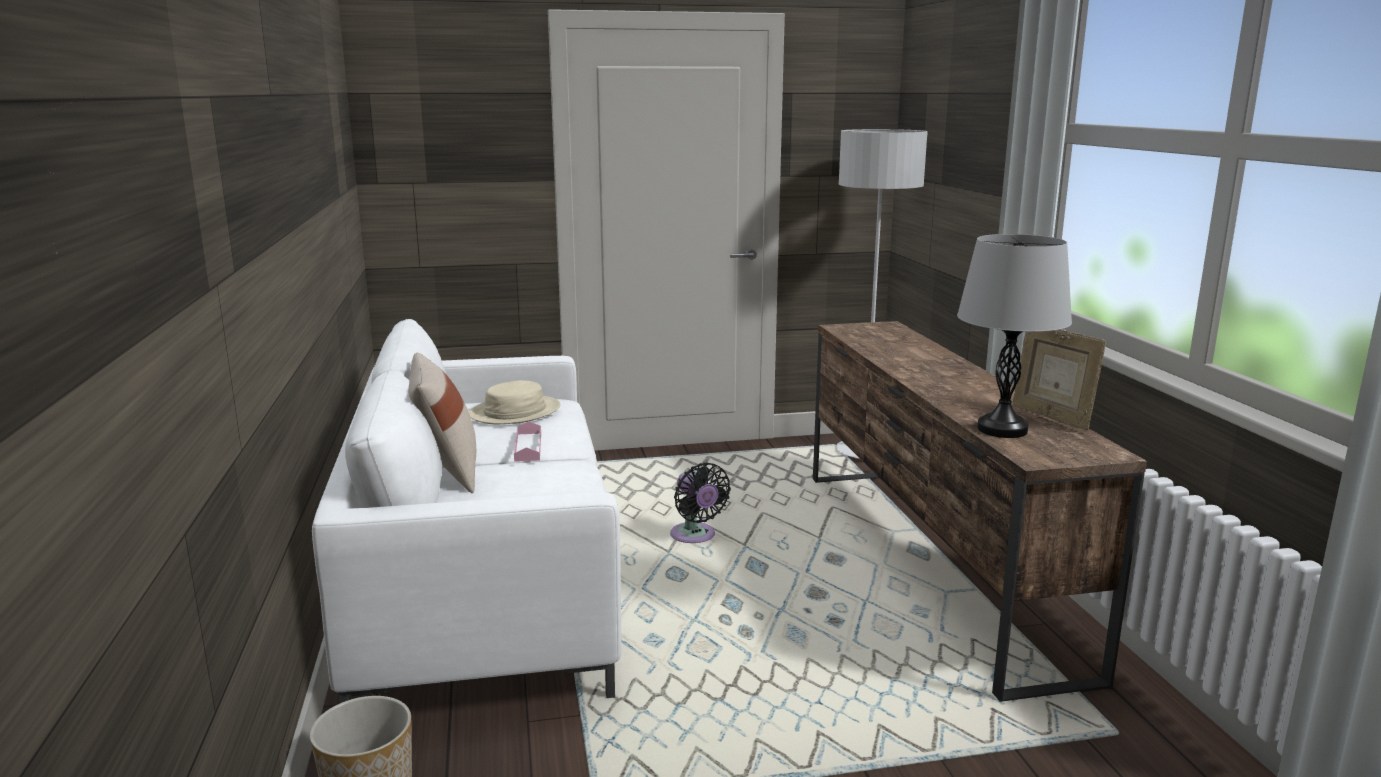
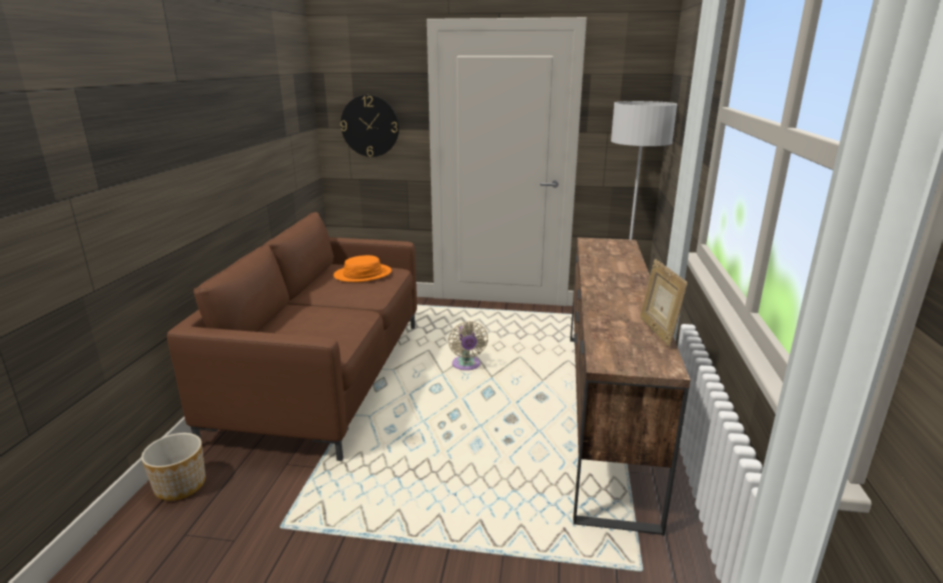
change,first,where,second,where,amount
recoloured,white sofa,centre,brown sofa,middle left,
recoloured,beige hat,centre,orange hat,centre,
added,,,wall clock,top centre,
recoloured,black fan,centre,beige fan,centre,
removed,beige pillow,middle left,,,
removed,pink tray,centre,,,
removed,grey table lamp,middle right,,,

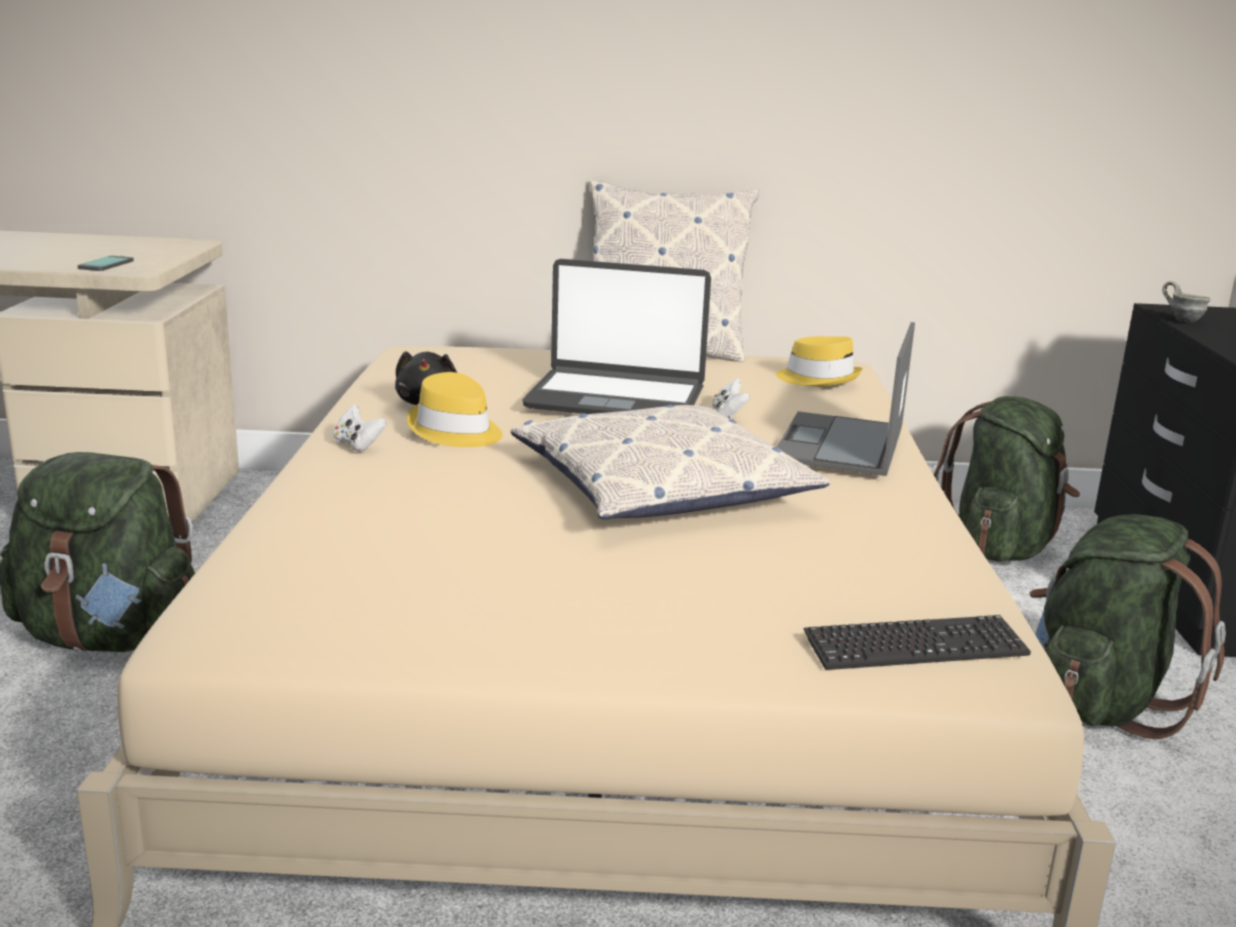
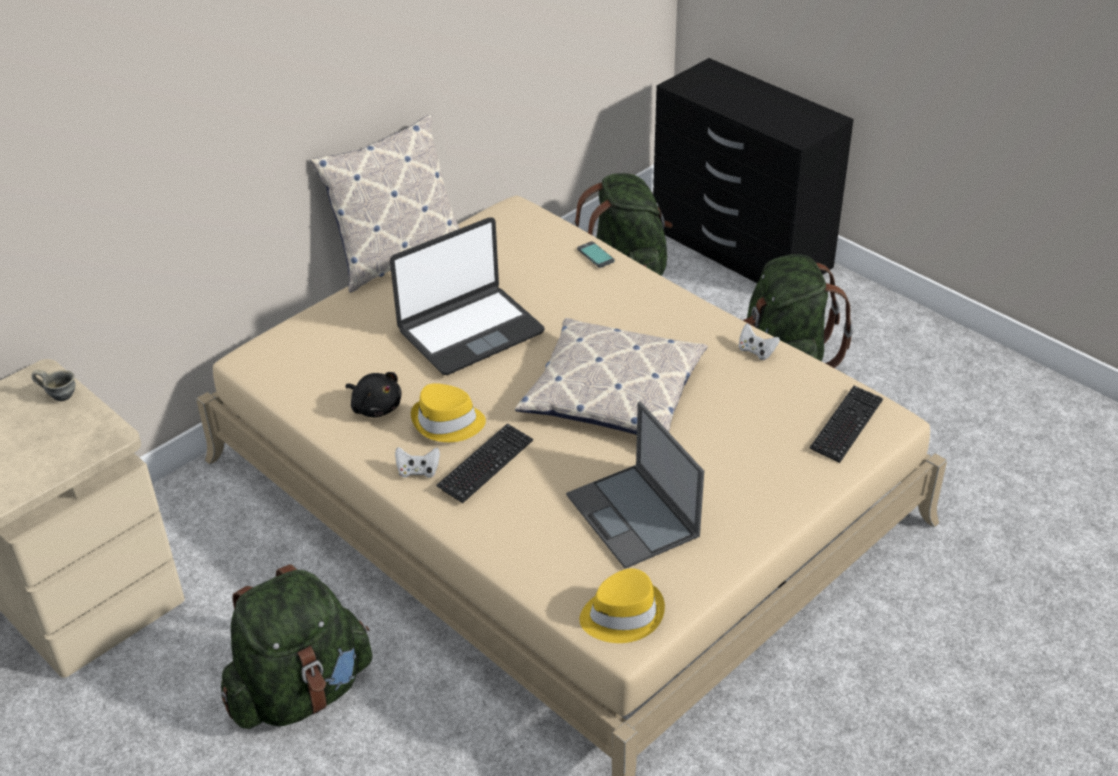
change,first,where,second,where,amount
moved,grey mug,top right,,middle left,
added,,,keyboard (1st from left),centre,
moved,laptop (2nd from left),middle right,,centre,
moved,phone,top left,,top centre,
moved,yellow hat (2nd from left),centre,,bottom centre,
moved,white game controller (2nd from left),centre,,middle right,

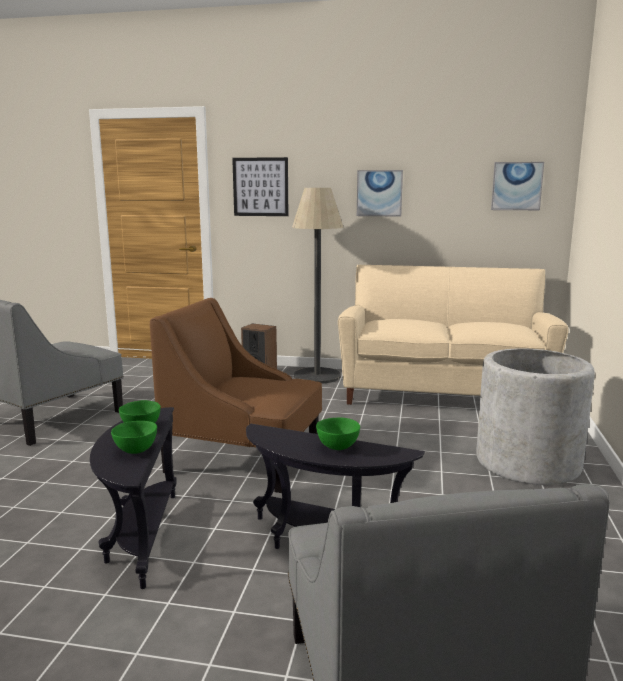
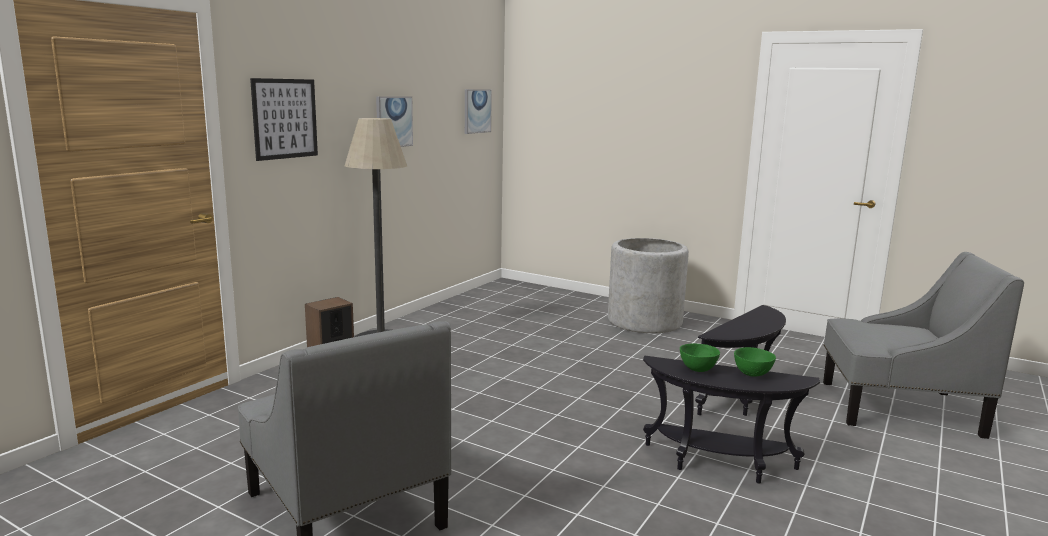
change,first,where,second,where,amount
removed,brown armchair,centre,,,
removed,green bowl (3rd from left),centre,,,
removed,beige sofa,middle right,,,

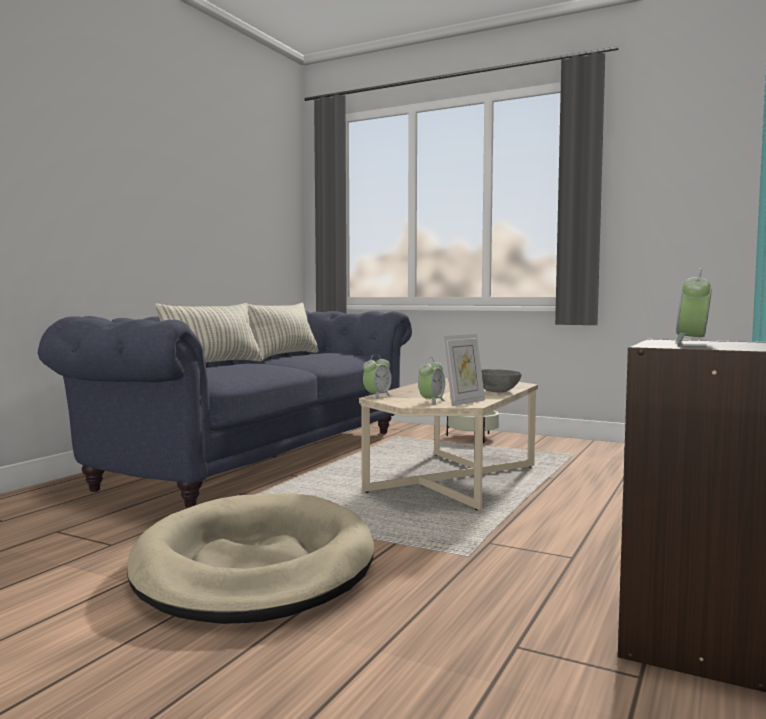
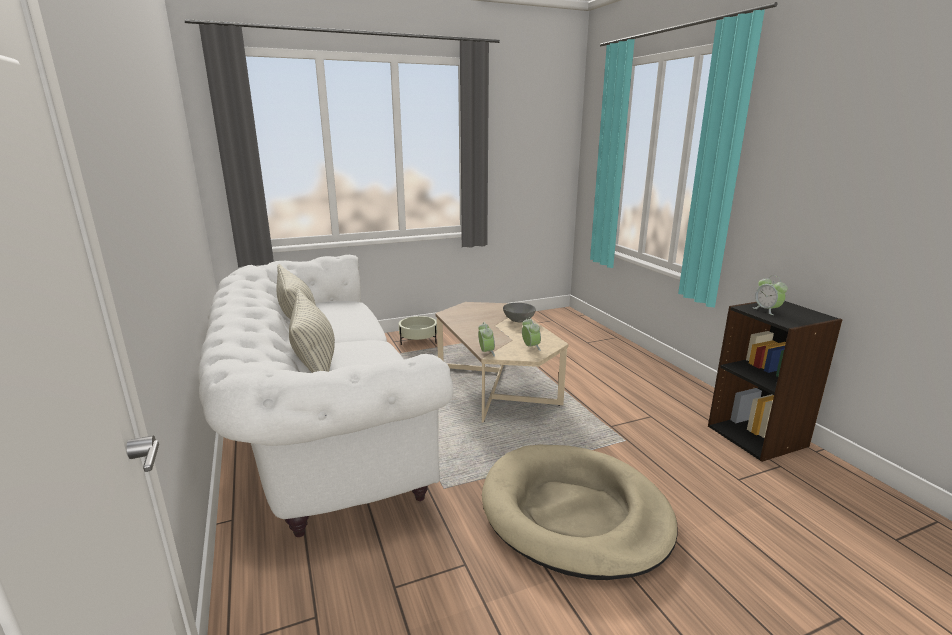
change,first,where,second,where,amount
recoloured,blue sofa,middle left,white sofa,centre,
removed,picture frame,centre,,,

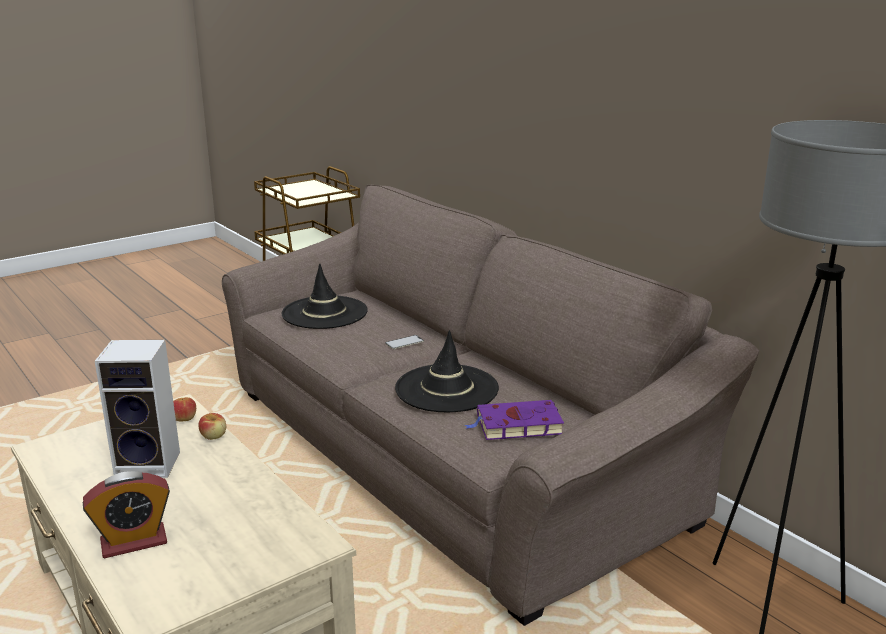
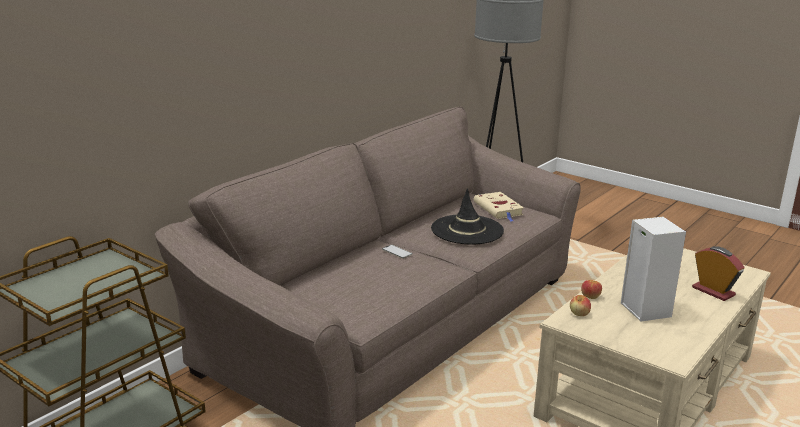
change,first,where,second,where,amount
recoloured,purple book,centre,beige book,centre,
removed,black hat (1st from left),centre,,,

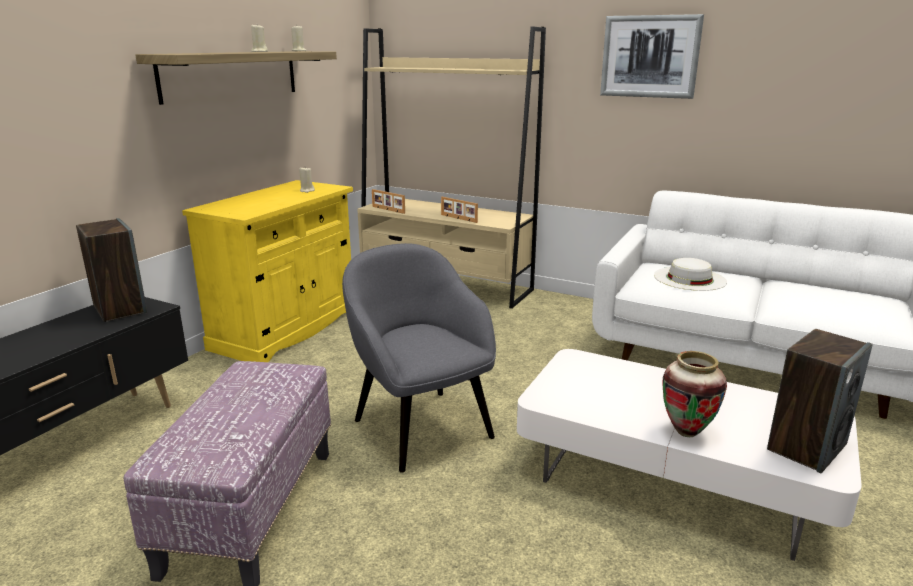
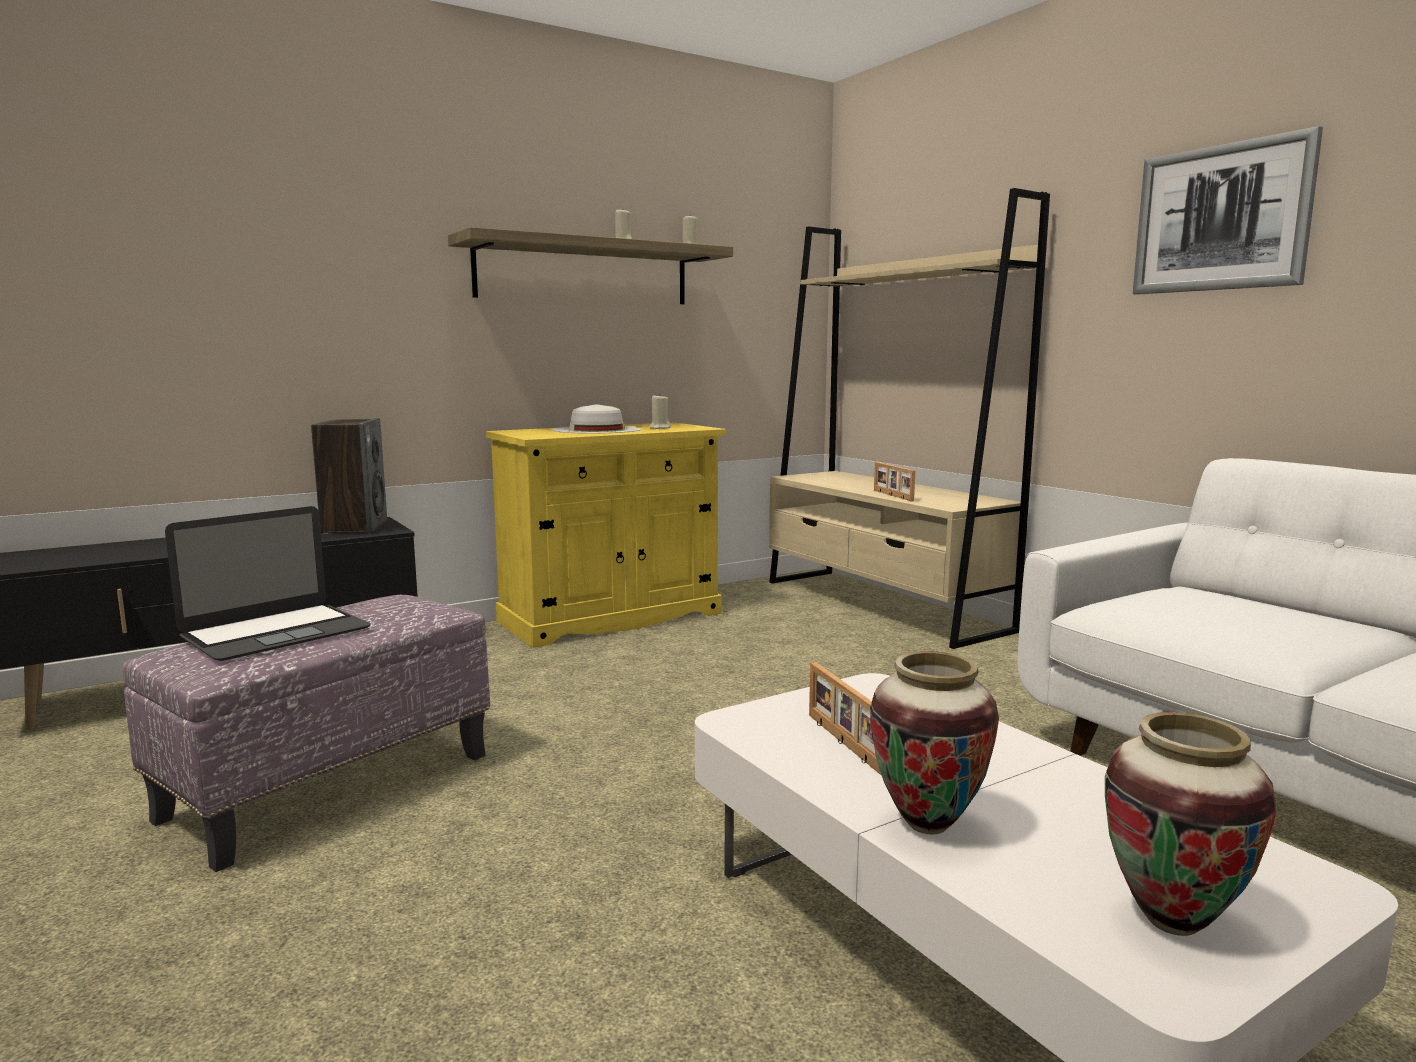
change,first,where,second,where,amount
added,,,laptop,middle left,
moved,white hat,middle right,,centre,
moved,picture frame (1st from left),centre,,bottom centre,
replaced,speaker (2nd from left),bottom right,vase (2nd from left),bottom right,
removed,grey armchair,centre,,,

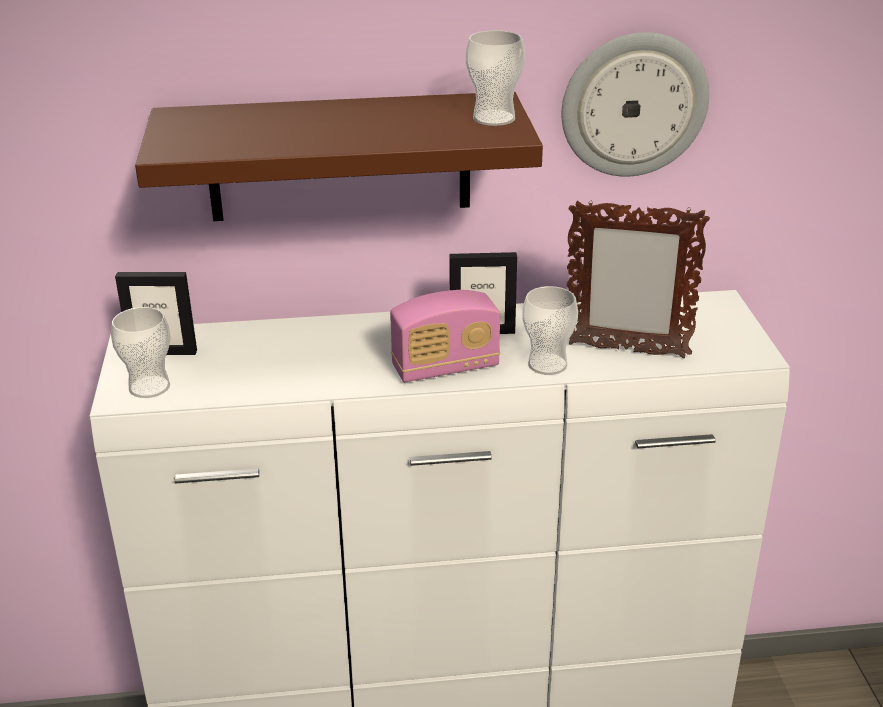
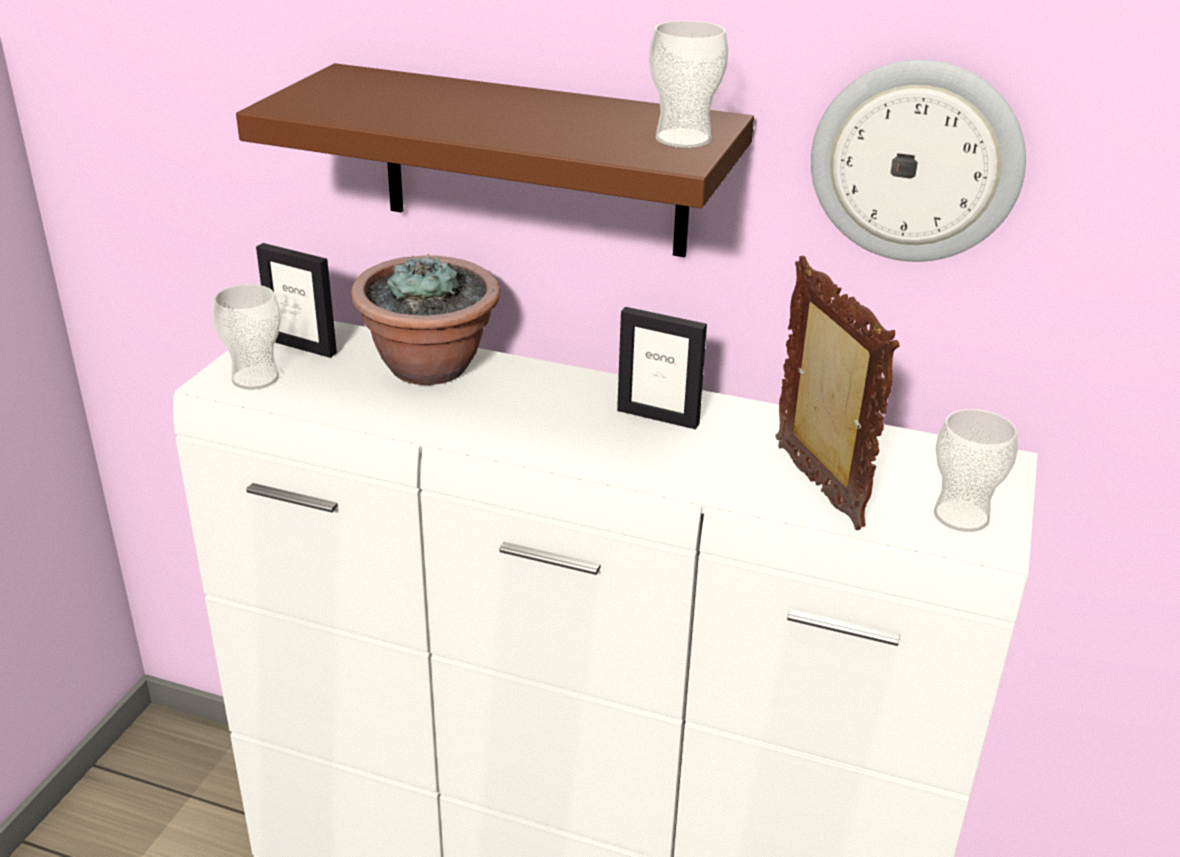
change,first,where,second,where,amount
added,,,potted plant,centre,
turned,picture frame (3rd from left),middle right,,middle right,150 degrees counterclockwise
moved,cup (3rd from left),centre,,middle right,
removed,radio,centre,,,

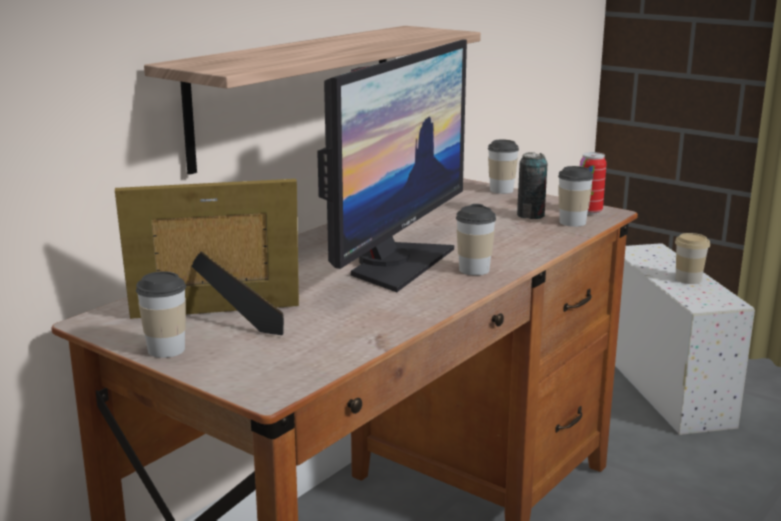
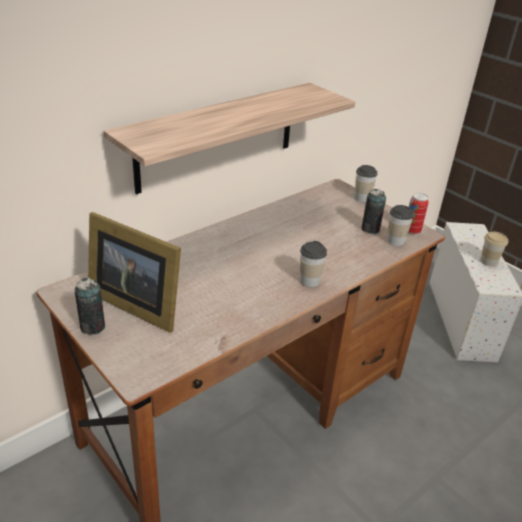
change,first,where,second,where,amount
replaced,cup (1st from left),middle left,can (1st from left),middle left,
turned,picture frame,middle left,,middle left,150 degrees counterclockwise
removed,monitor,top centre,,,

